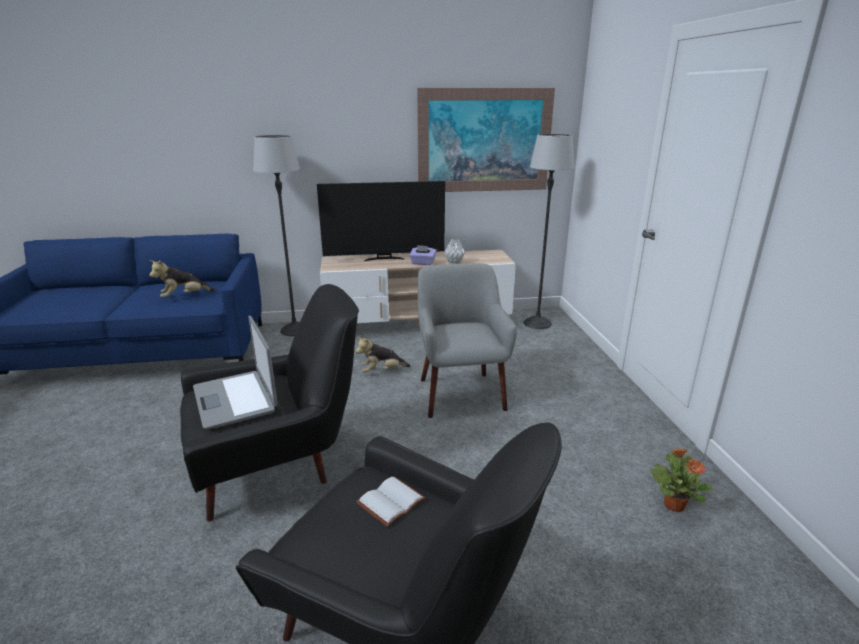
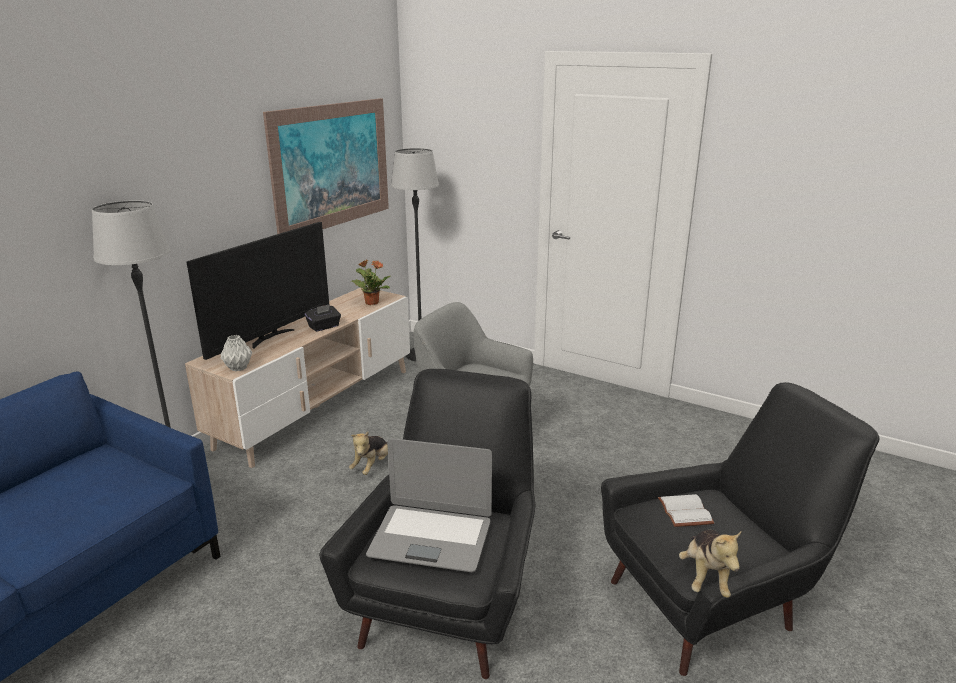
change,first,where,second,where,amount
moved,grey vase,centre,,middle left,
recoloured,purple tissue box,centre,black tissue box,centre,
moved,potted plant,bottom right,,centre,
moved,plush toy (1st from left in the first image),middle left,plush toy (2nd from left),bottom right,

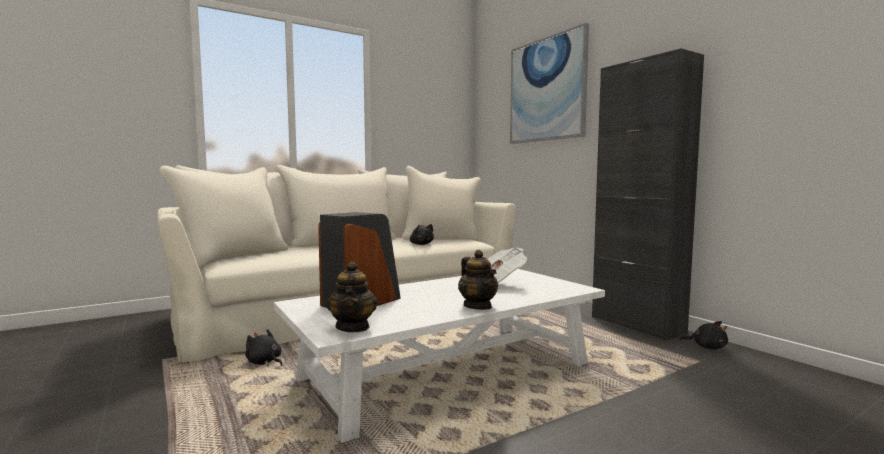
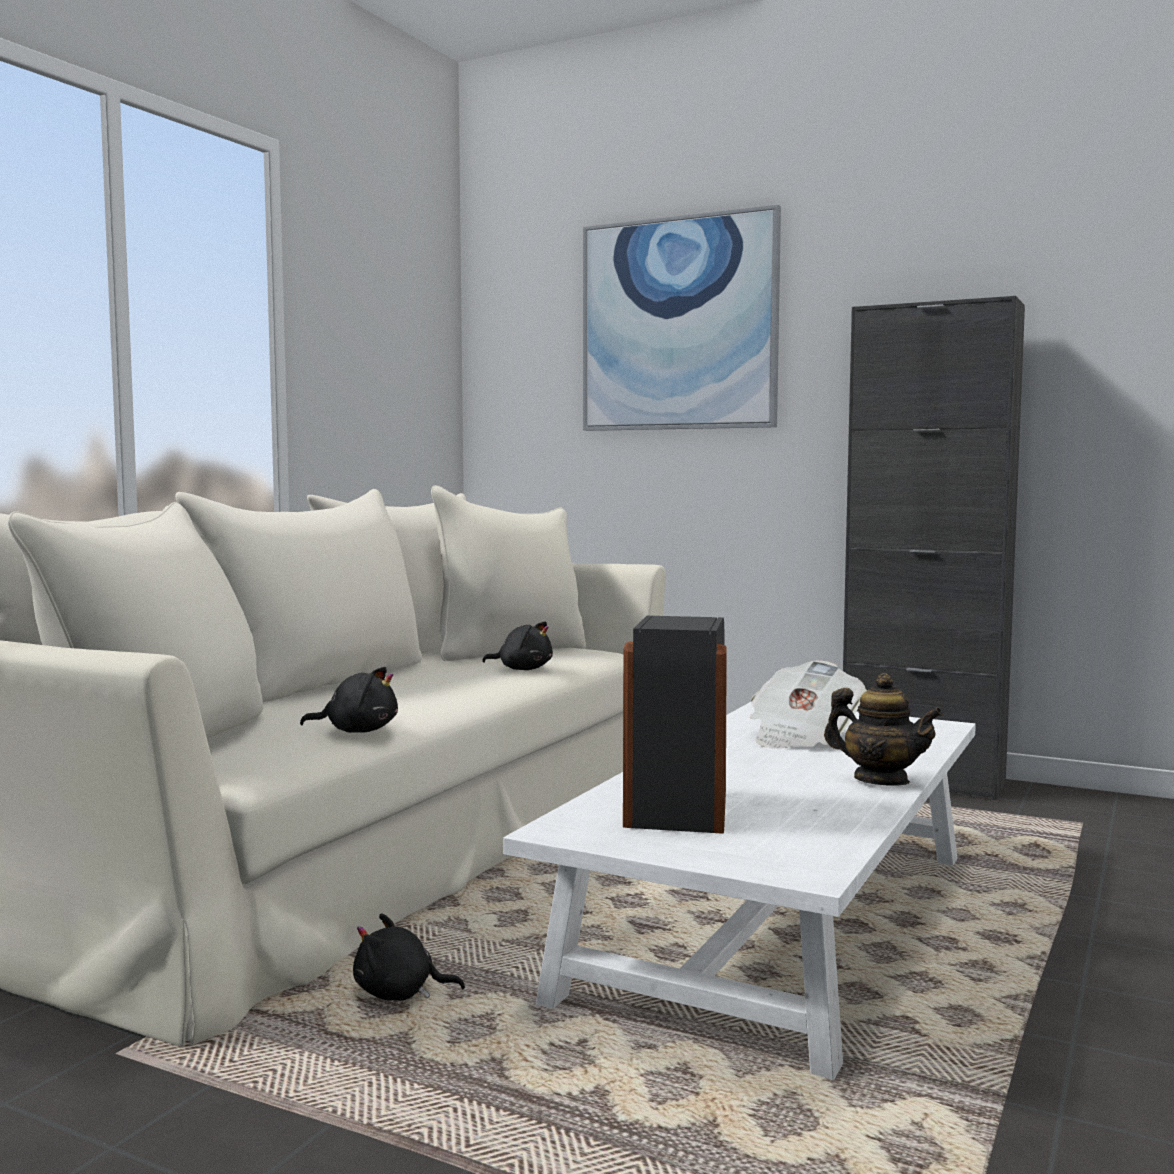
change,first,where,second,where,amount
moved,black plush toy (3rd from left in the first image),bottom right,black plush toy (1st from left),middle left,
removed,teapot (1st from left),centre,,,

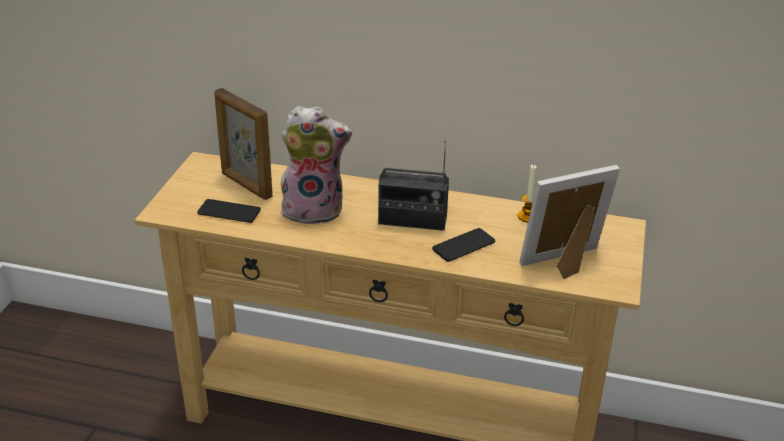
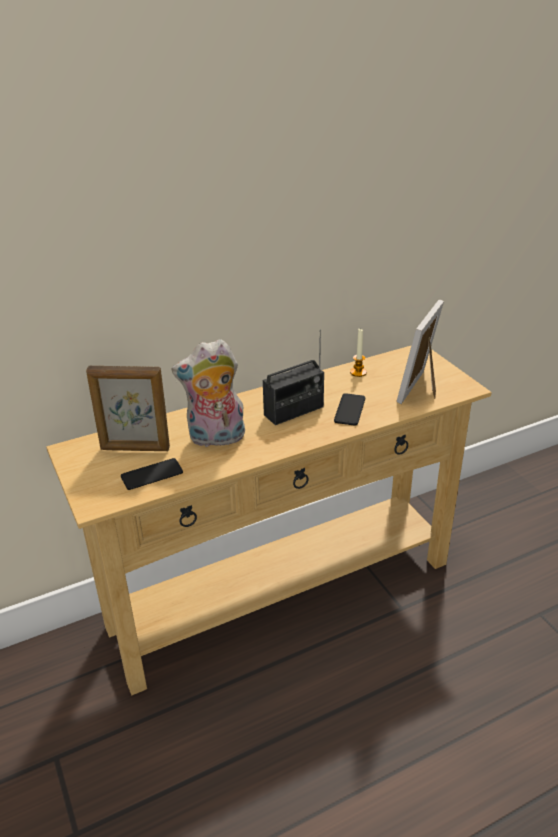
change,first,where,second,where,amount
turned,plush toy,centre,,centre,150 degrees counterclockwise

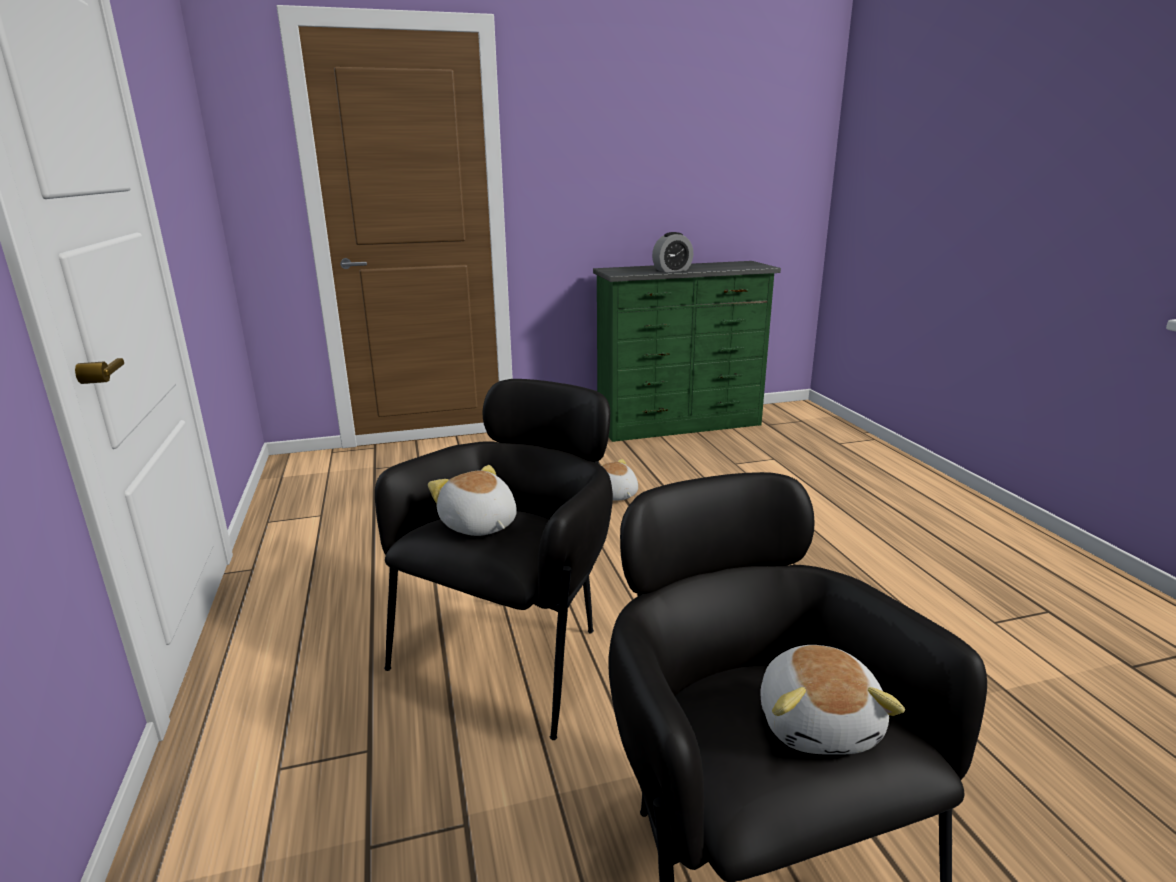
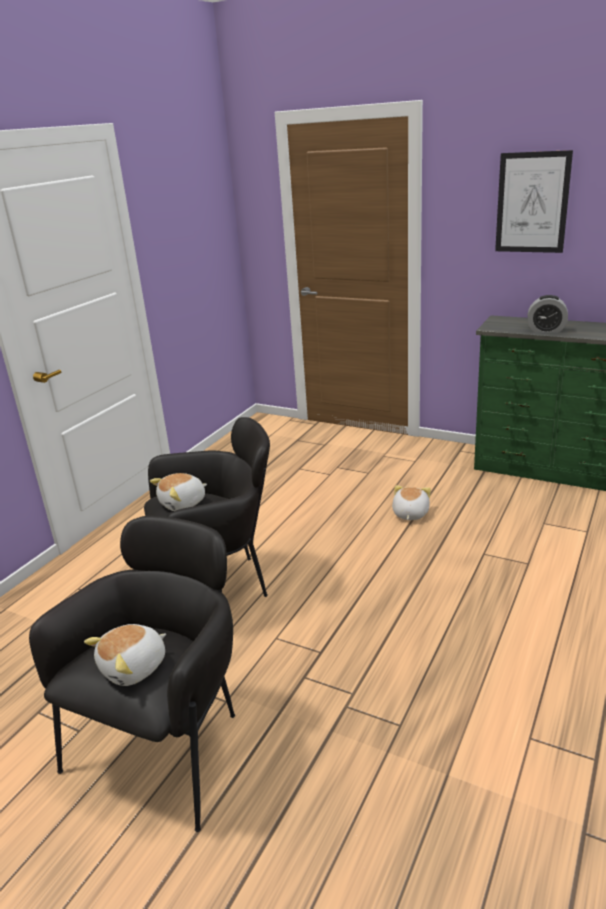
change,first,where,second,where,amount
turned,plush toy (1st from left in the first image),centre,plush toy (2nd from left),middle left,135 degrees counterclockwise
added,,,picture,top right,

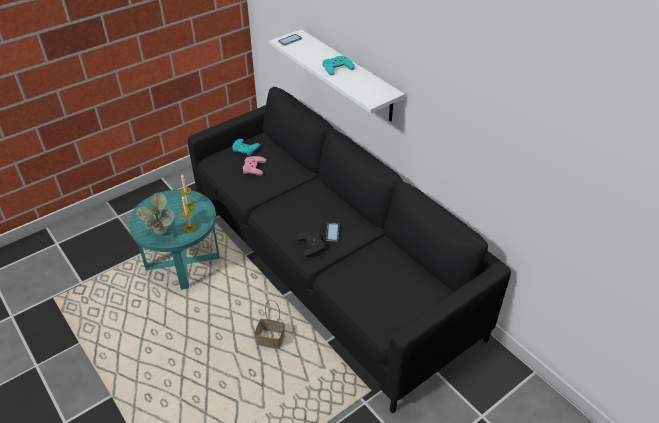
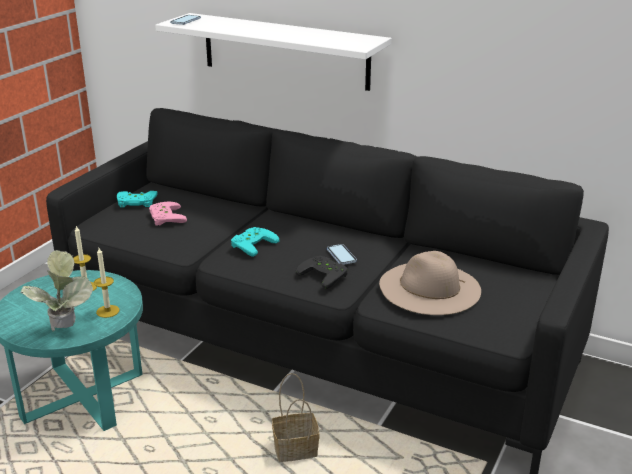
change,first,where,second,where,amount
moved,turquoise game controller (2nd from left),top centre,,centre,
added,,,beige hat,middle right,

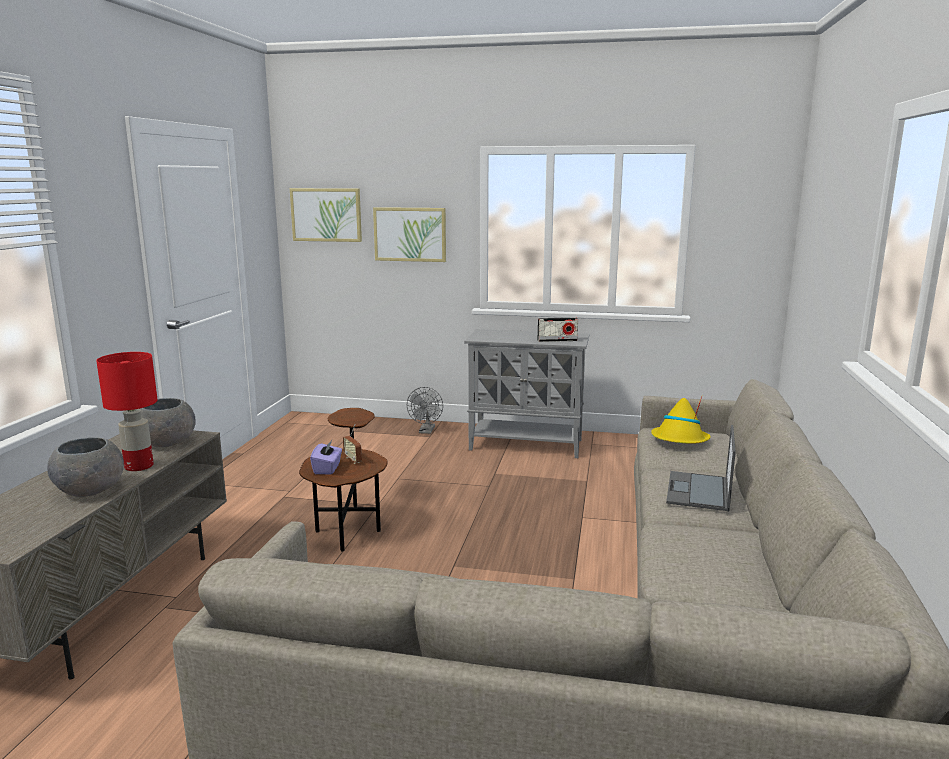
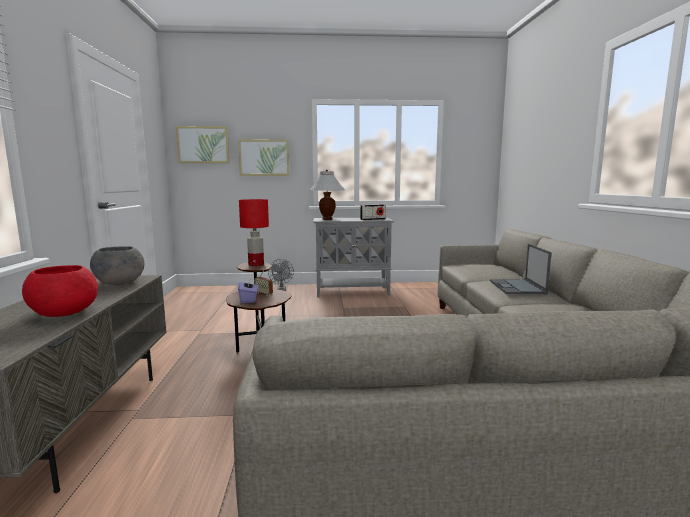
change,first,where,second,where,amount
recoloured,grey bowl (1st from left),middle left,red bowl,middle left,
moved,red table lamp,middle left,,centre,
added,,,white table lamp,centre,
removed,yellow hat,middle right,,,

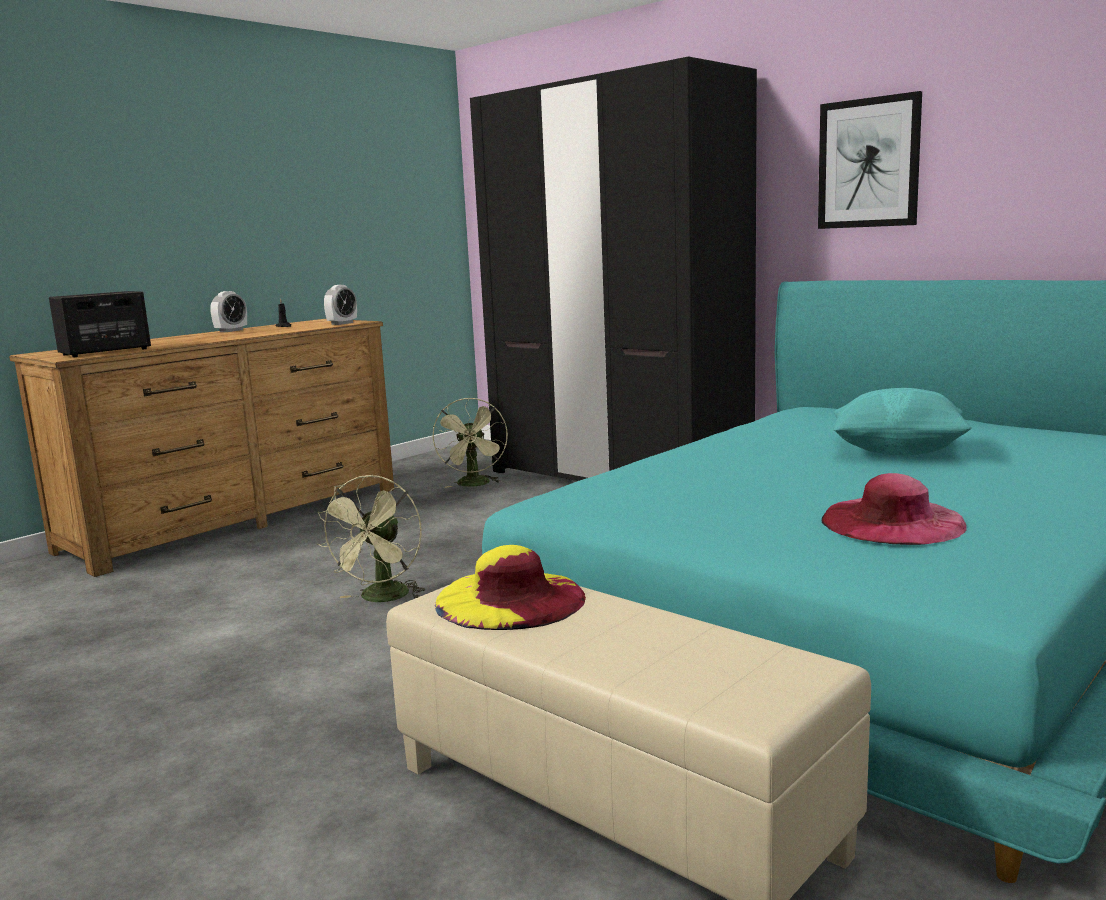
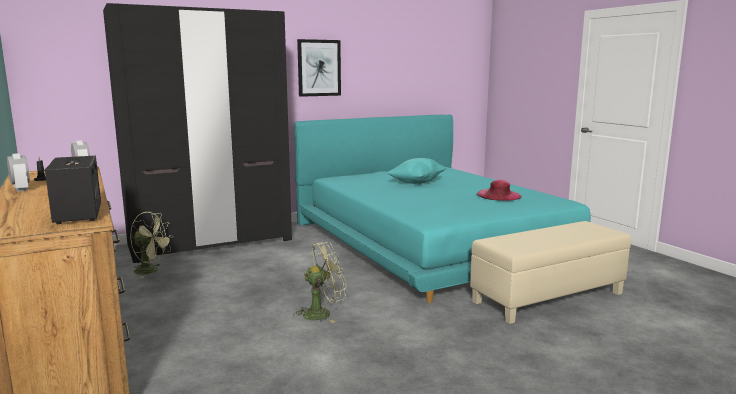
change,first,where,second,where,amount
turned,green fan (1st from left in the first image),centre,green fan (2nd from left),bottom centre,60 degrees counterclockwise
removed,yellow hat,centre,,,

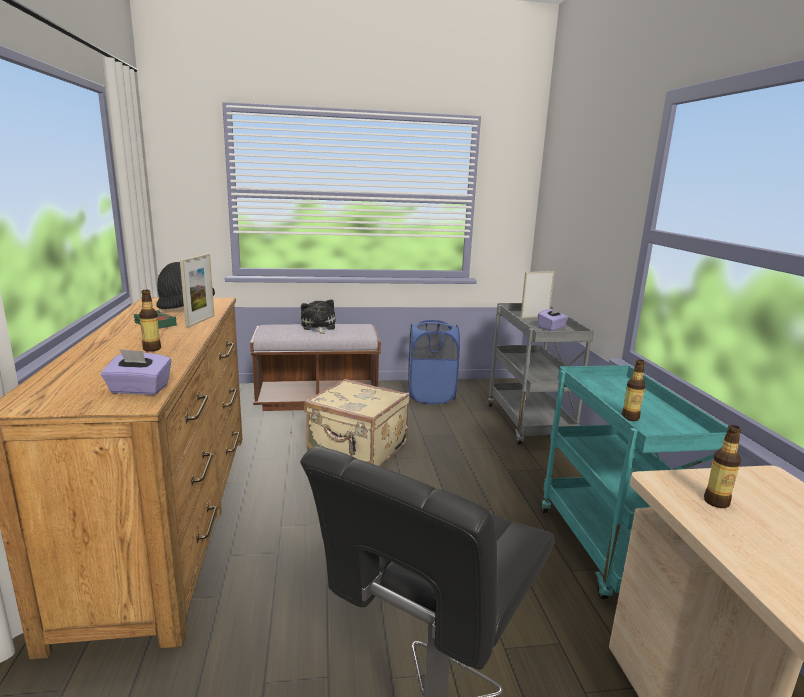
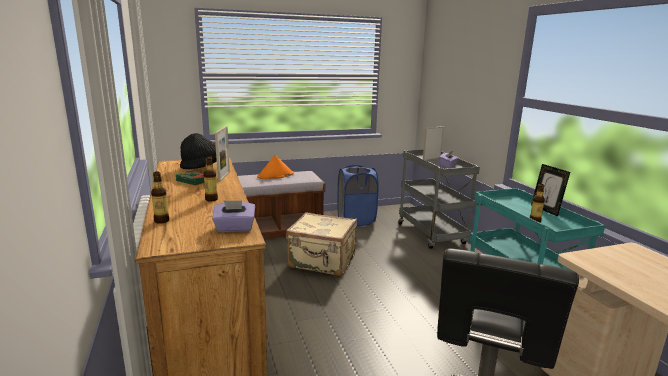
change,first,where,second,where,amount
moved,bottle (3rd from left in the first image),bottom right,bottle (1st from left),middle left,
replaced,plush toy,centre,orange hat,centre,
added,,,picture frame (3rd from left),middle right,

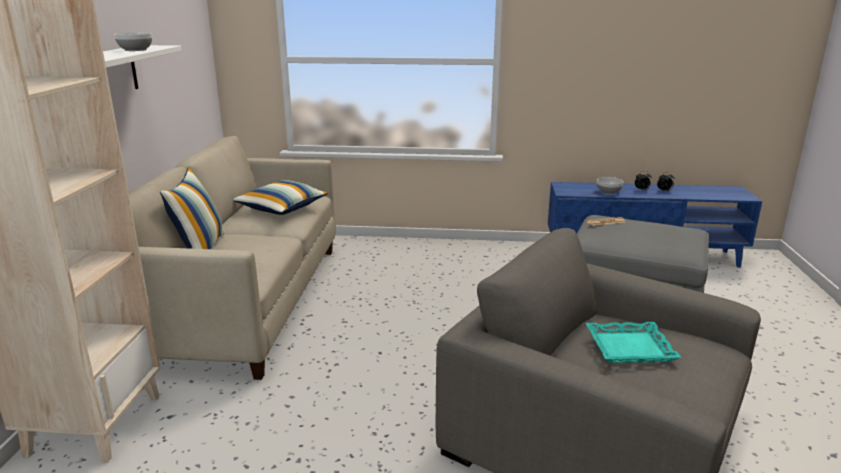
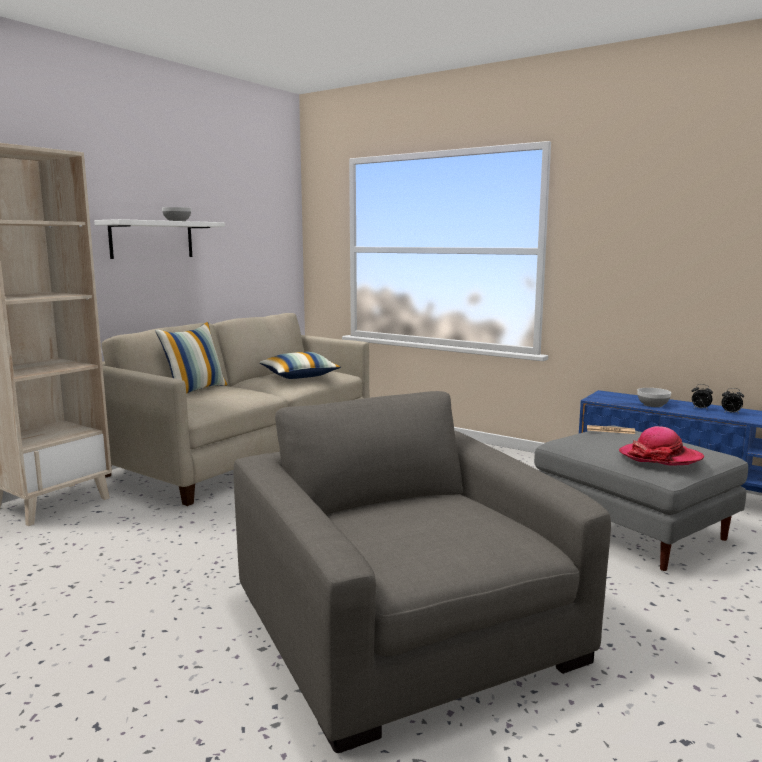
change,first,where,second,where,amount
added,,,hat,middle right,
removed,turquoise tray,bottom right,,,

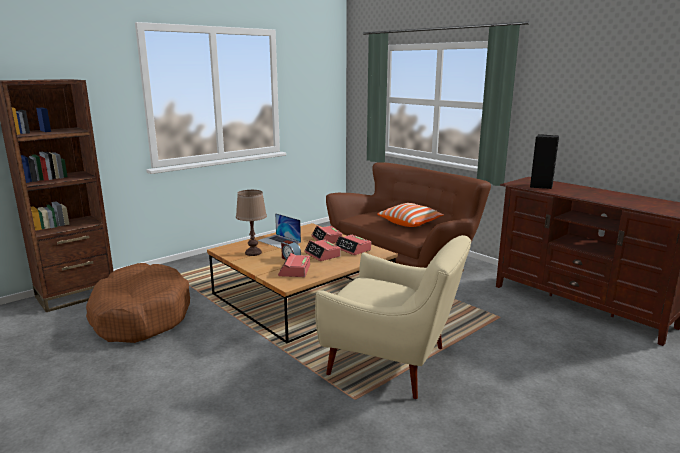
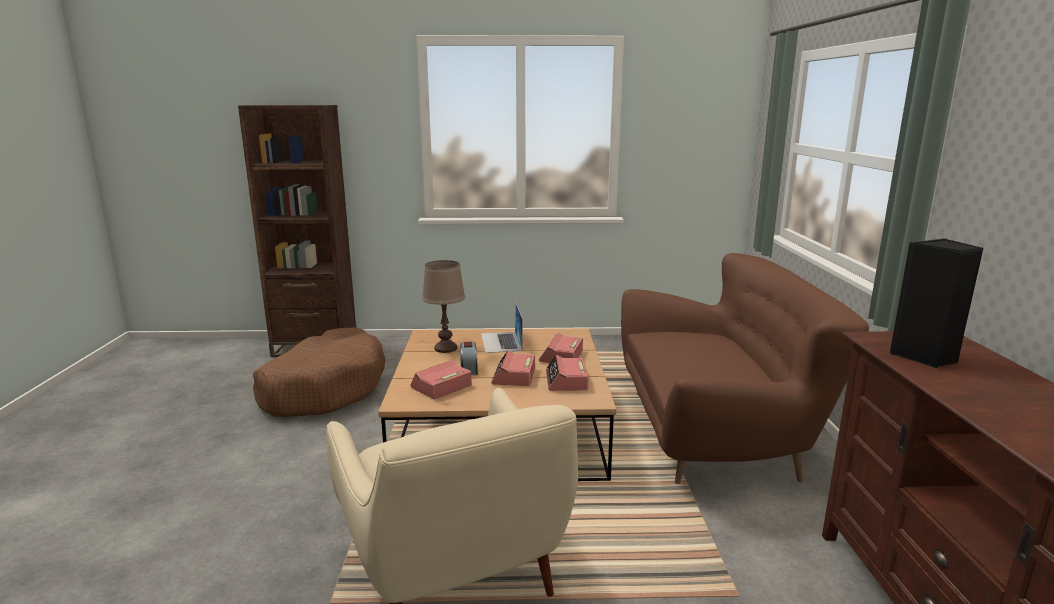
change,first,where,second,where,amount
removed,pillow,centre,,,

